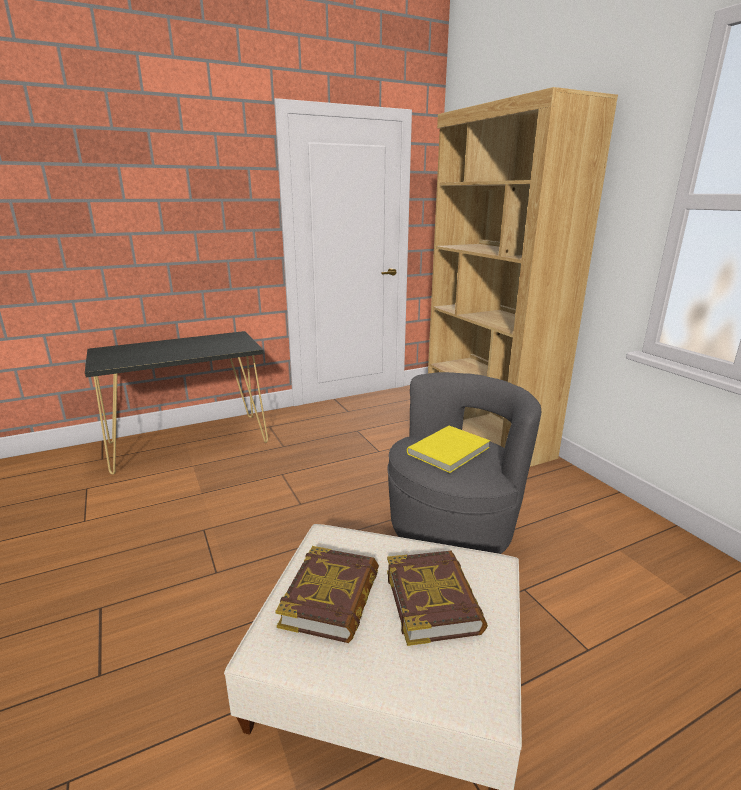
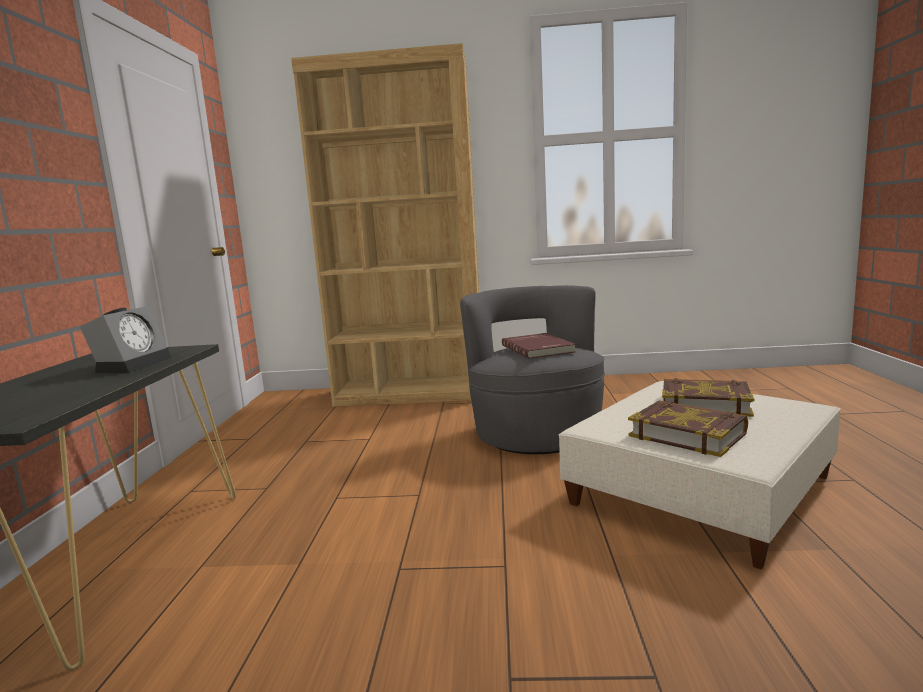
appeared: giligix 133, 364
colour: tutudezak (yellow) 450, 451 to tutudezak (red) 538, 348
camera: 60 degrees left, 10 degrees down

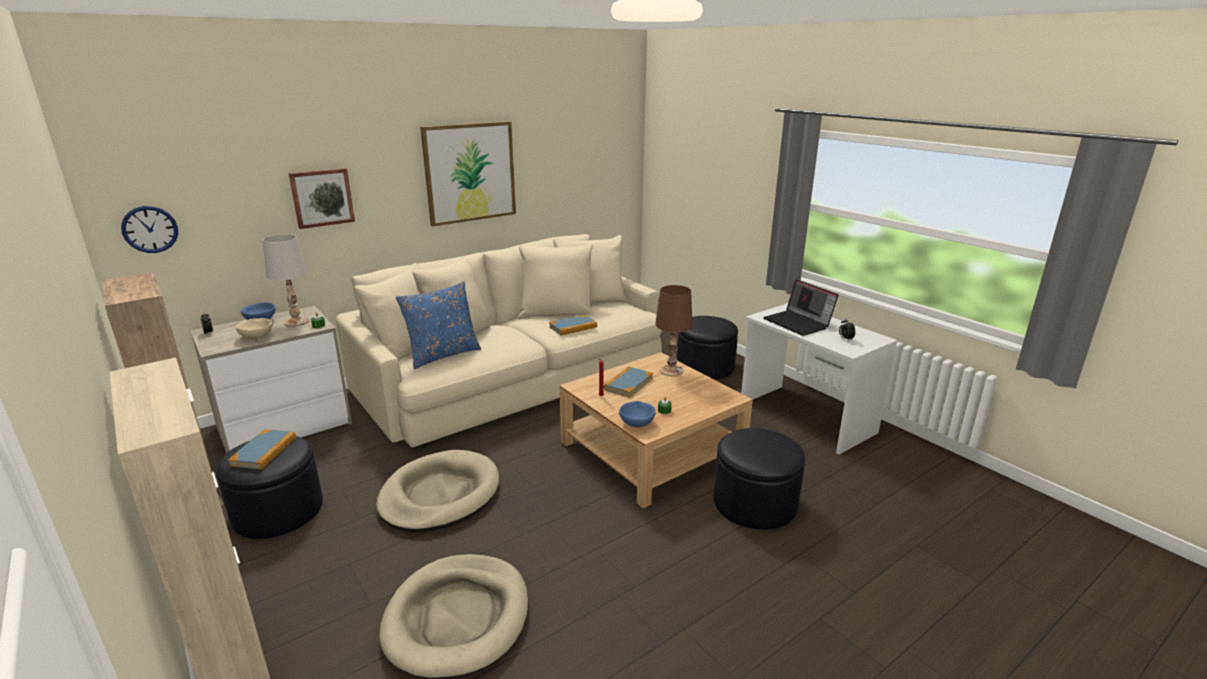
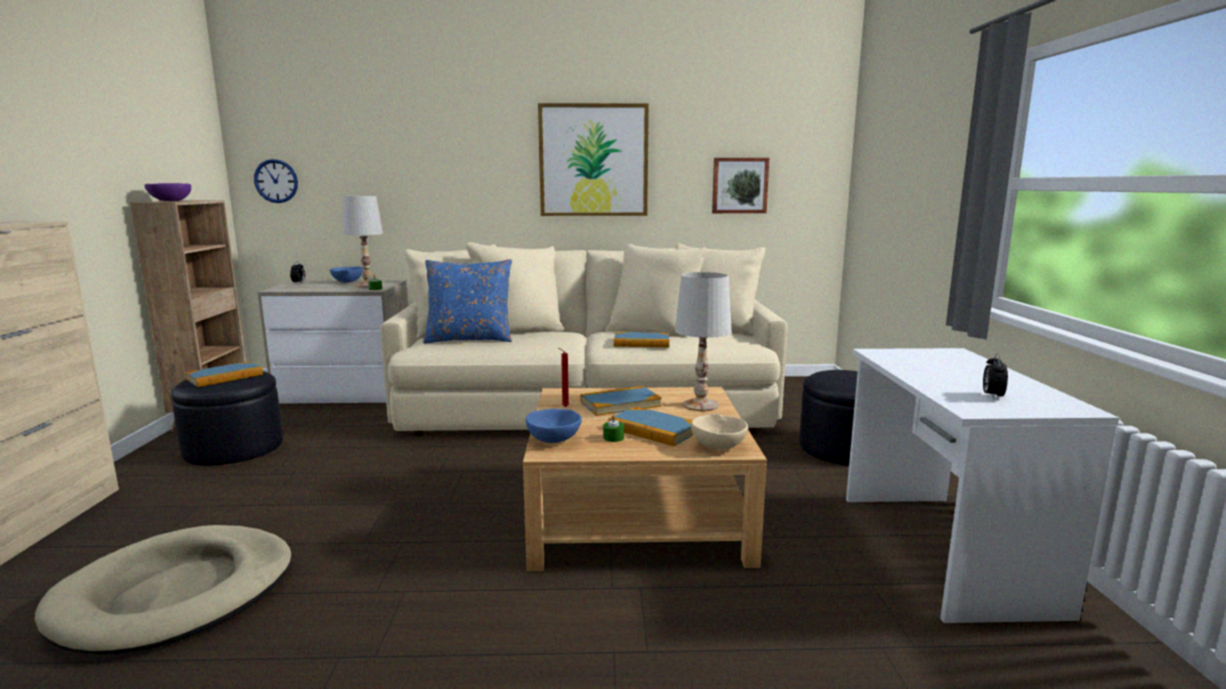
missing: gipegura 798, 323; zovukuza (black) 755, 503; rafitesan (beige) 439, 495
appeared: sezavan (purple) 170, 201; tutudezak 653, 430
relocated: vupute 322, 197 to 739, 185; sezavan (beige) 257, 337 to 718, 446
colour: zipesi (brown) 672, 370 to zipesi (white) 701, 405
camera: 35 degrees right, 10 degrees down

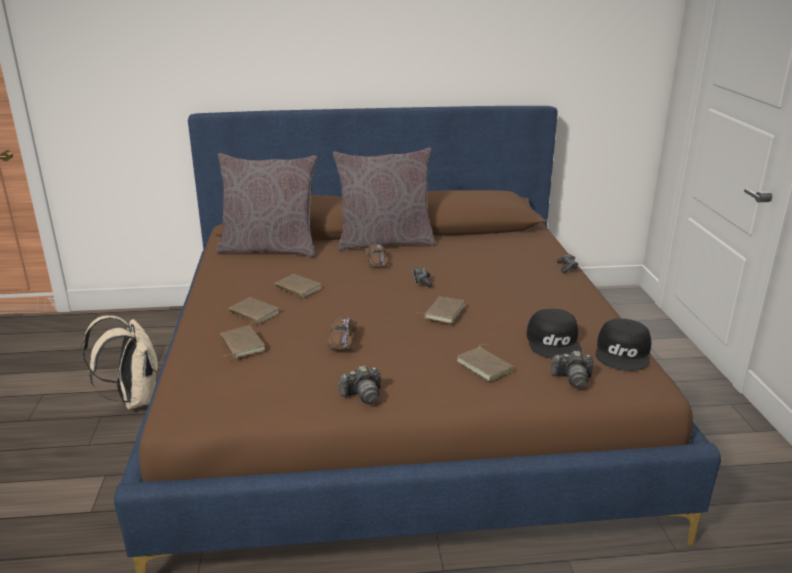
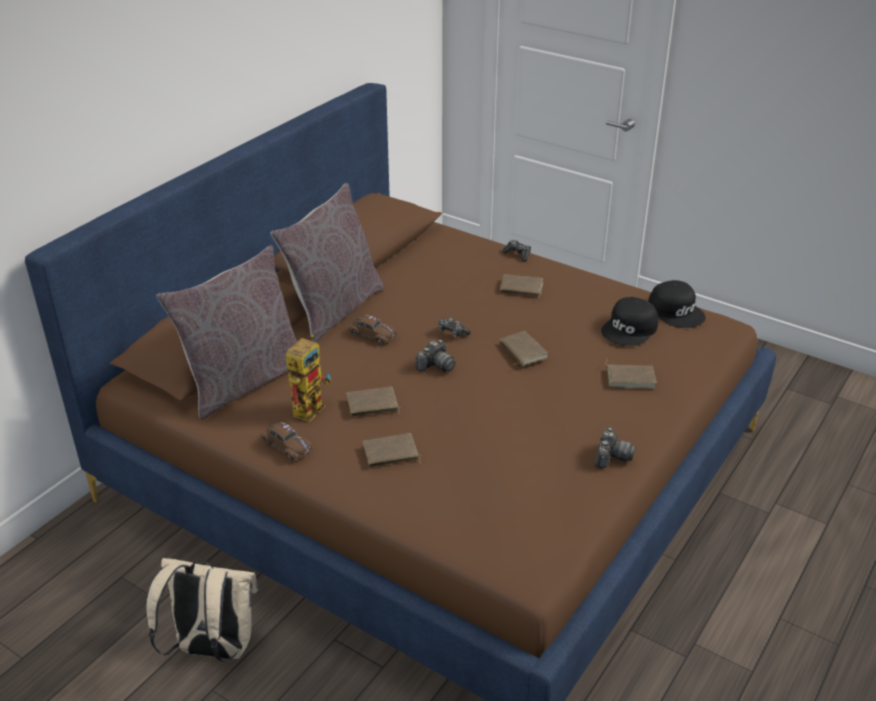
appeared: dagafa 310, 406
relocated: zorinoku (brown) 342, 339 to 287, 446; tutudezak (brown) 240, 345 to 521, 289; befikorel 572, 379 to 436, 366
spun: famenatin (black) 554, 342 = 630, 329 90 degrees clockwise
camera: 50 degrees left, 10 degrees up

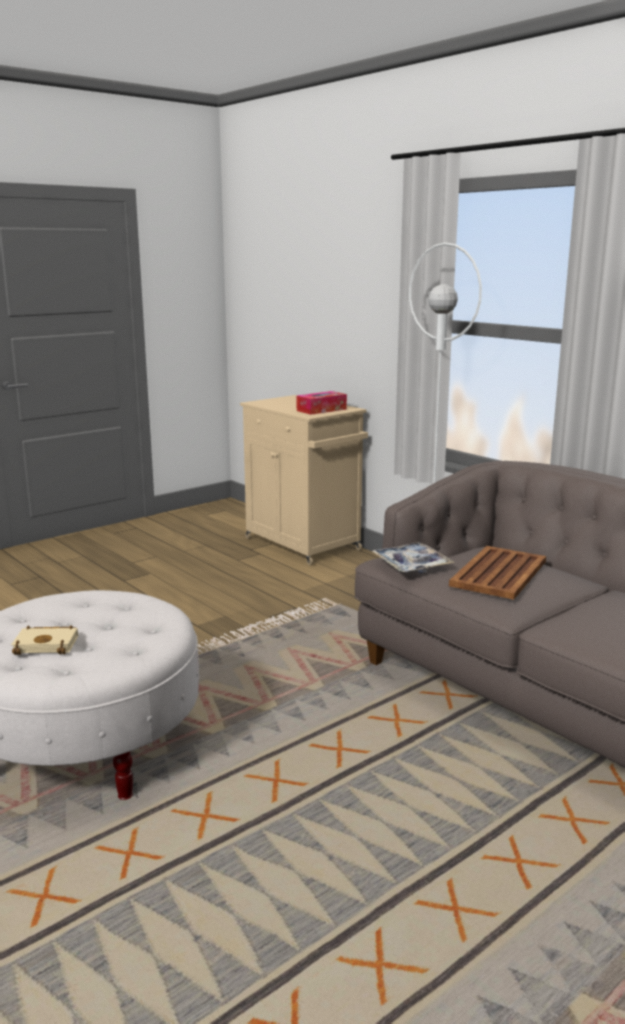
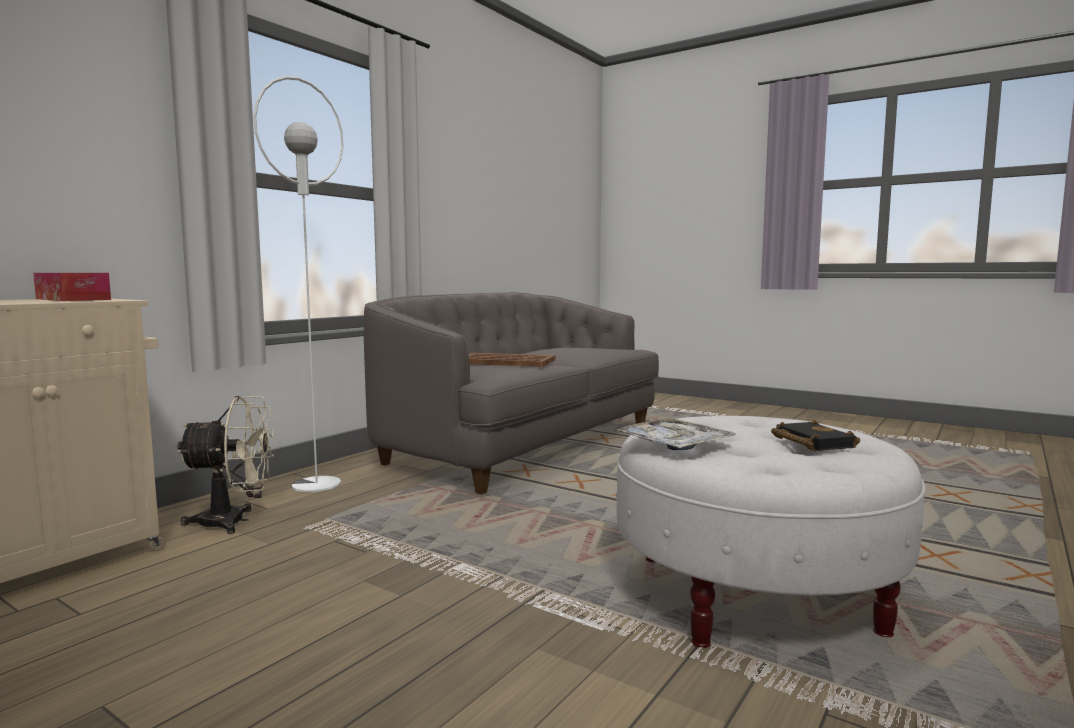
appeared: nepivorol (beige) 234, 521
relocated: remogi 411, 565 to 674, 445
colour: tutudezak (beige) 48, 644 to tutudezak (black) 810, 442
camera: 105 degrees left, 10 degrees down

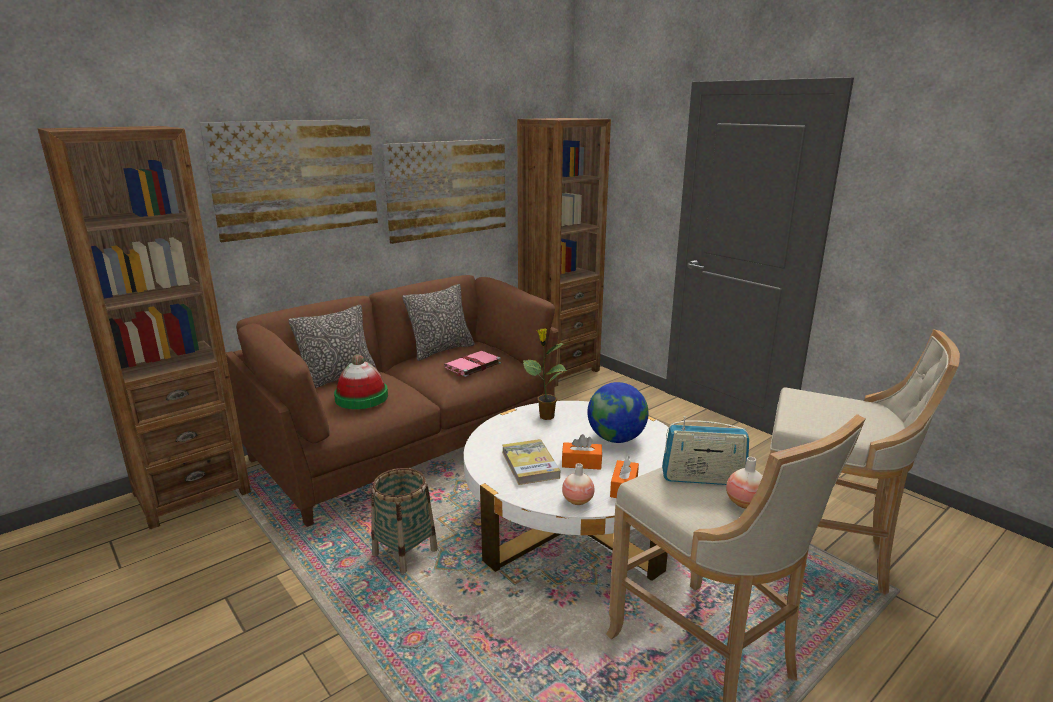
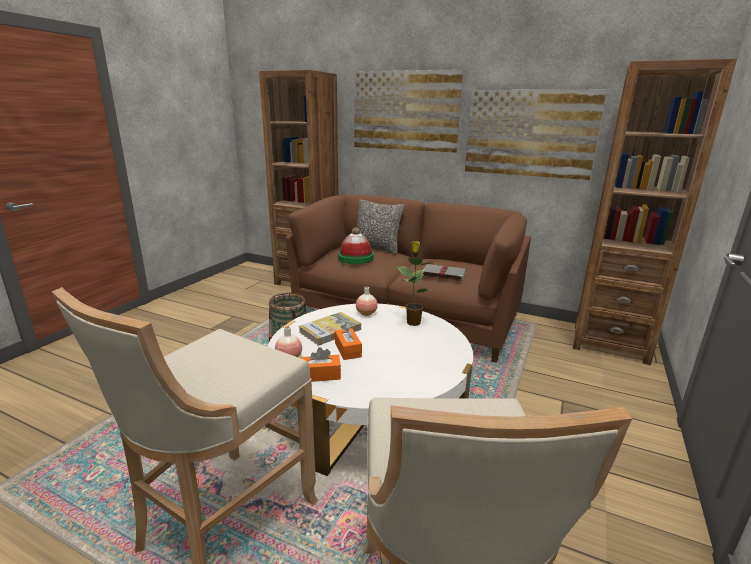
missing: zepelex 441, 350; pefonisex 616, 439; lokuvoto 703, 478
relocated: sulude 745, 503 to 366, 313
colour: tutudezak (pink) 472, 366 to tutudezak (grey) 442, 274
camera: 65 degrees right, 0 degrees up

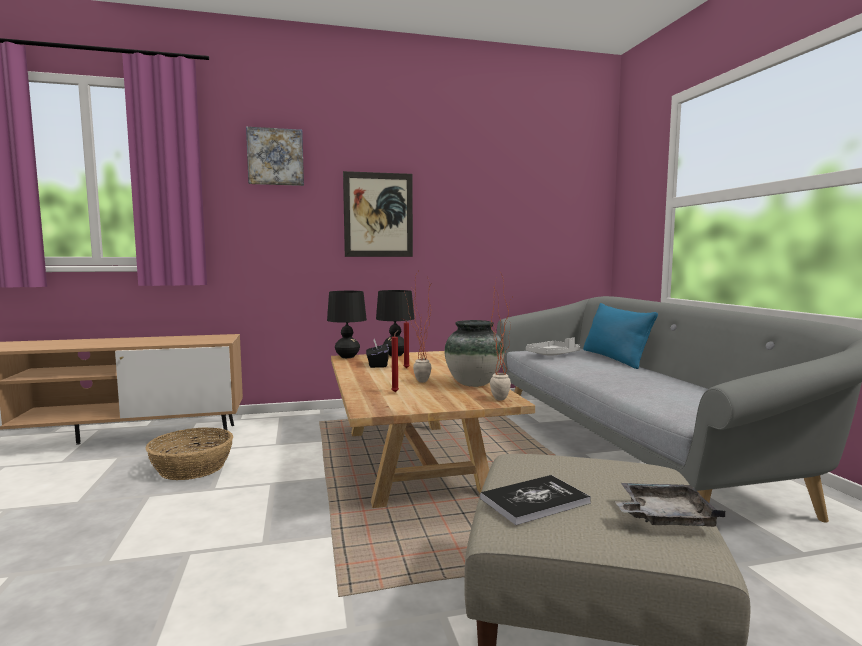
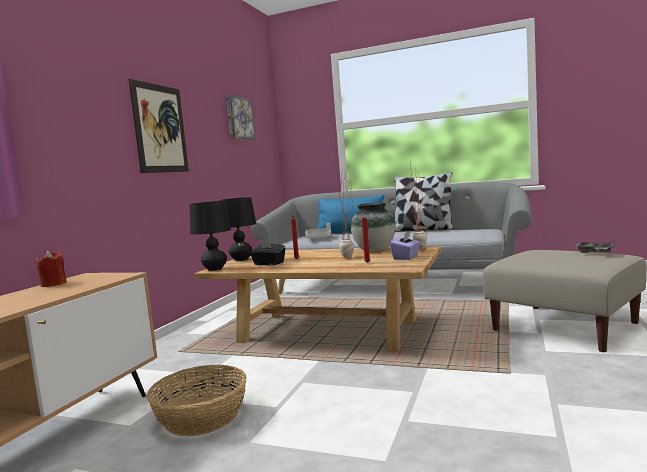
missing: tutudezak 534, 501
appeared: zepelex 423, 230; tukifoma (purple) 406, 257; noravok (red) 53, 284
relocated: vupute 275, 157 to 238, 118
camera: 55 degrees left, 0 degrees up

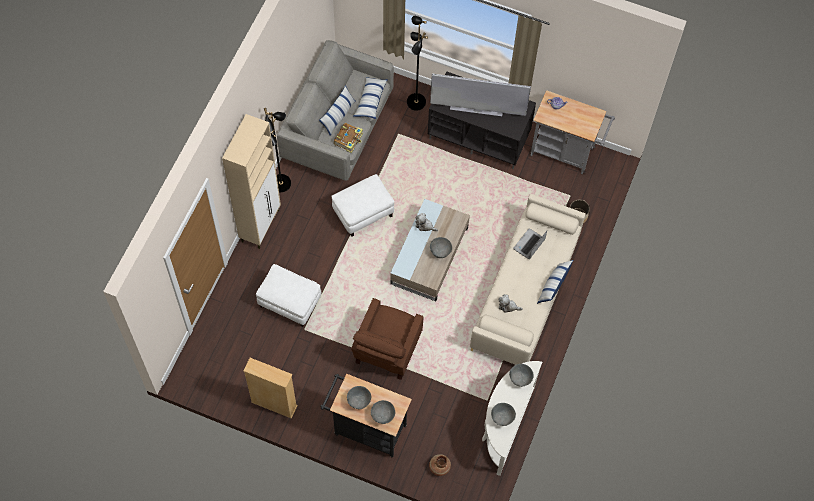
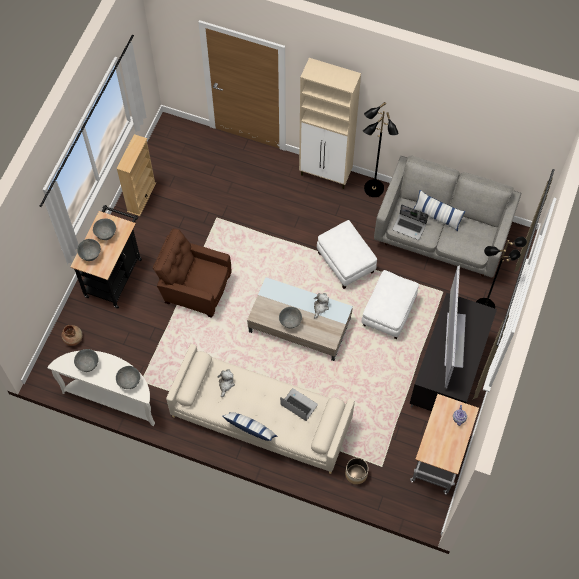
missing: zepelex 370, 101
relocated: zovukuza (white) 289, 302 to 388, 312
exchanged: tutudezak 349, 139 to gipegura 409, 227
camera: 90 degrees right, 0 degrees up

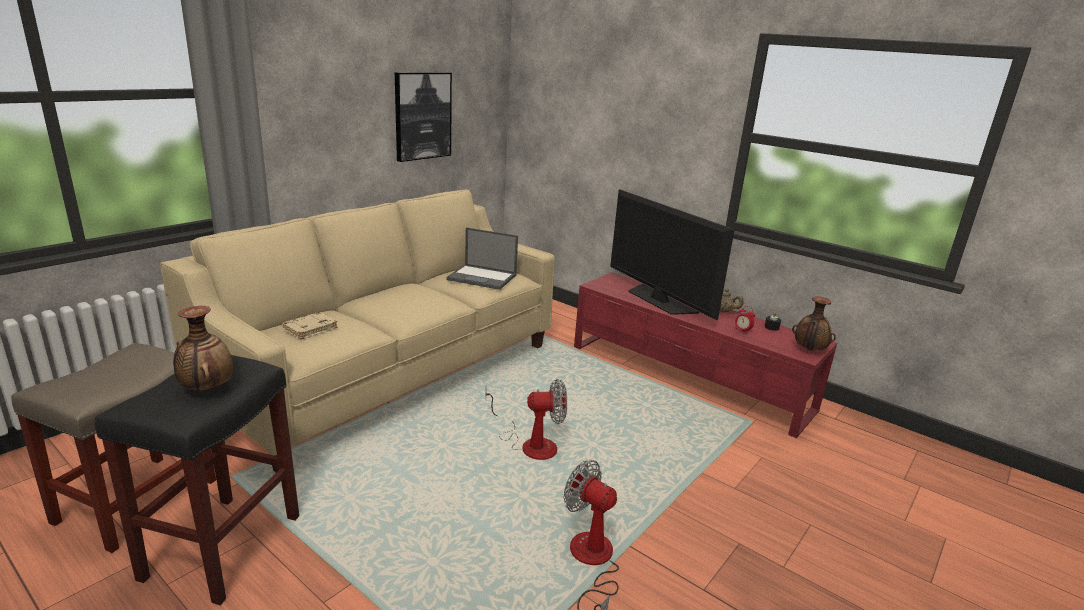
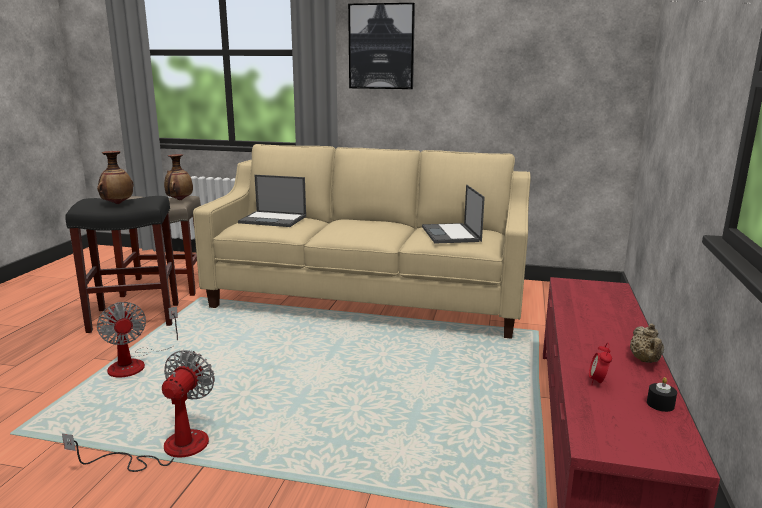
missing: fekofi 659, 300
relocated: vupute 422, 116 to 381, 47; sulude 809, 350 to 179, 200; nepivorol 530, 444 to 136, 363
exchanged: tutudezak (beige) 310, 328 to gipegura 274, 219
camera: 65 degrees right, 5 degrees down

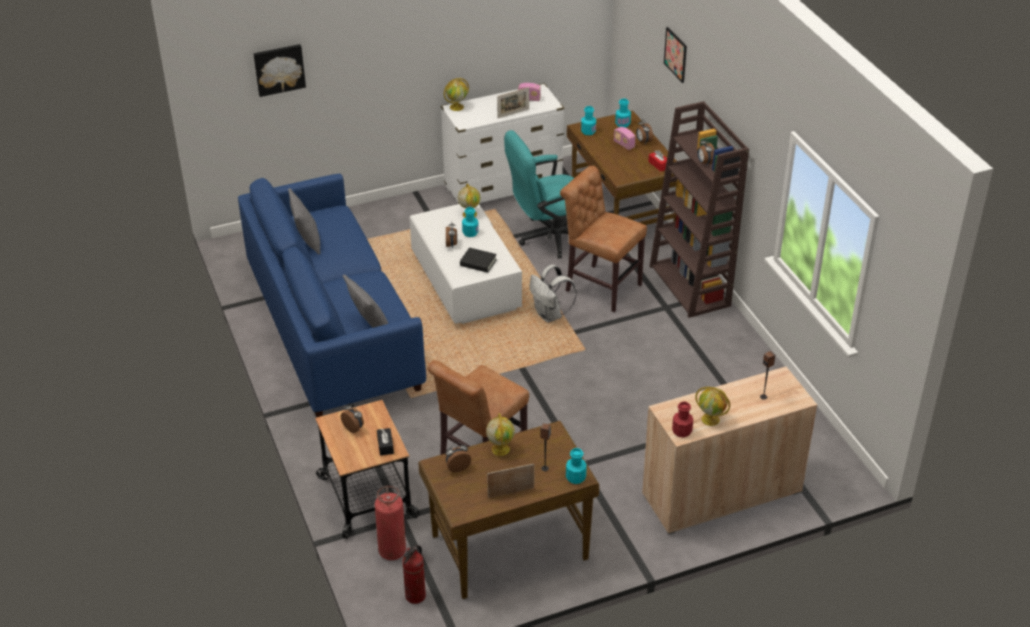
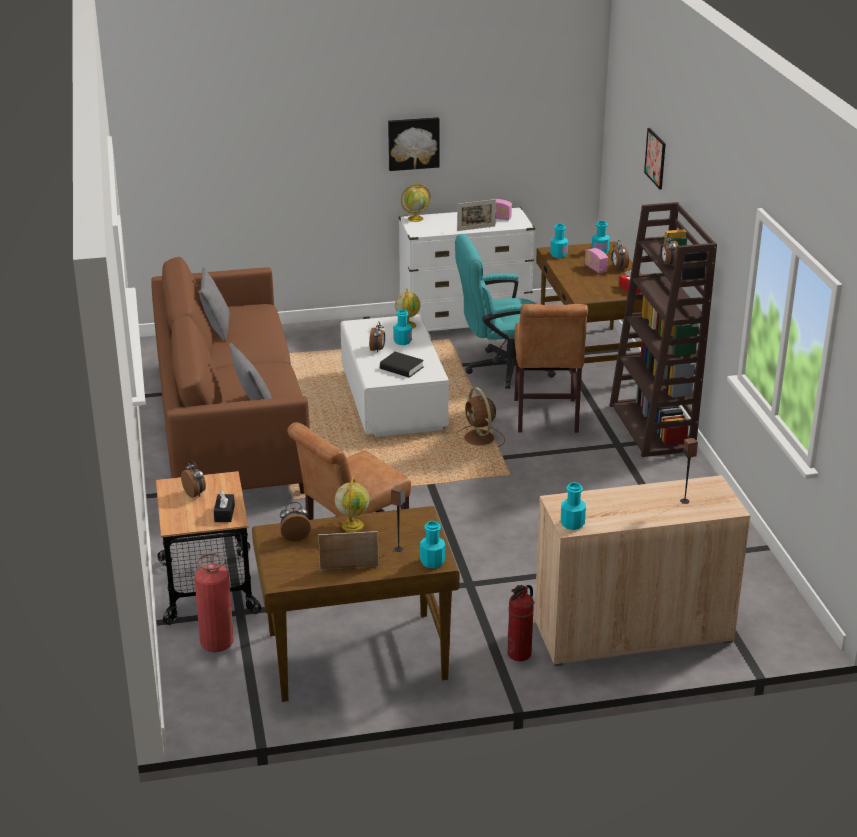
missing: pefonisex 711, 419
relocated: vupute 279, 69 to 413, 143; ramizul 415, 596 to 519, 654
exchanged: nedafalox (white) 550, 315 to nepivorol (brown) 480, 439
colour: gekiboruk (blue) 333, 327 to gekiboruk (brown) 231, 426; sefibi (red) 682, 431 to sefibi (turquoise) 572, 523
spun: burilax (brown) 600, 286 = 546, 418 135 degrees counterclockwise
camera: 10 degrees right, 10 degrees down

